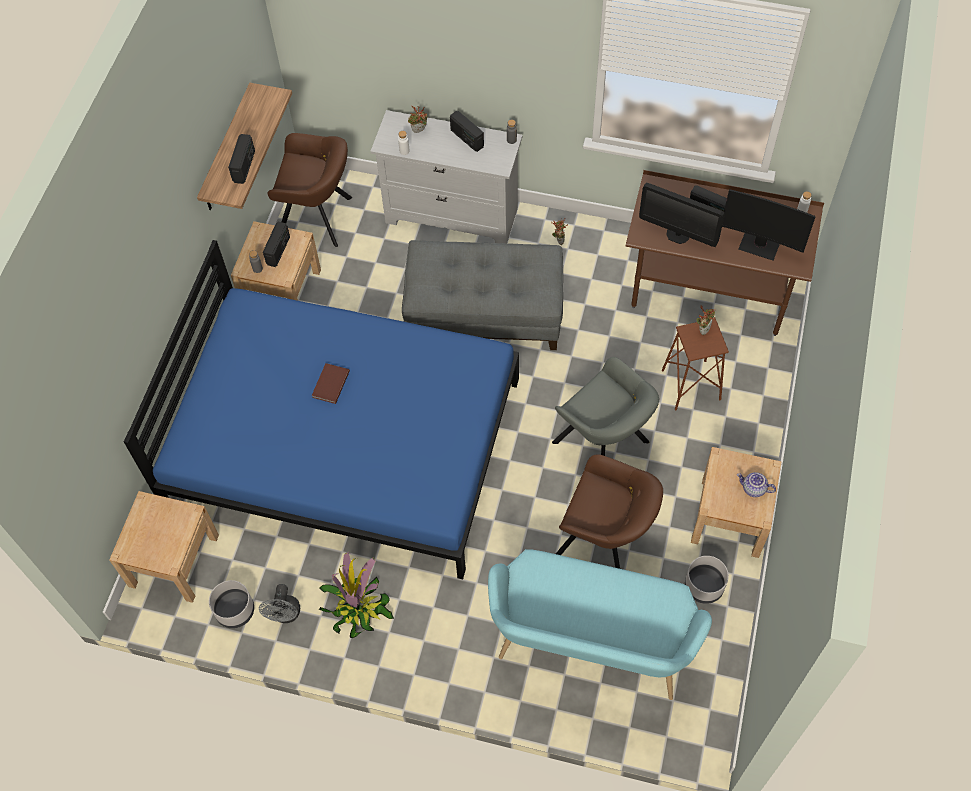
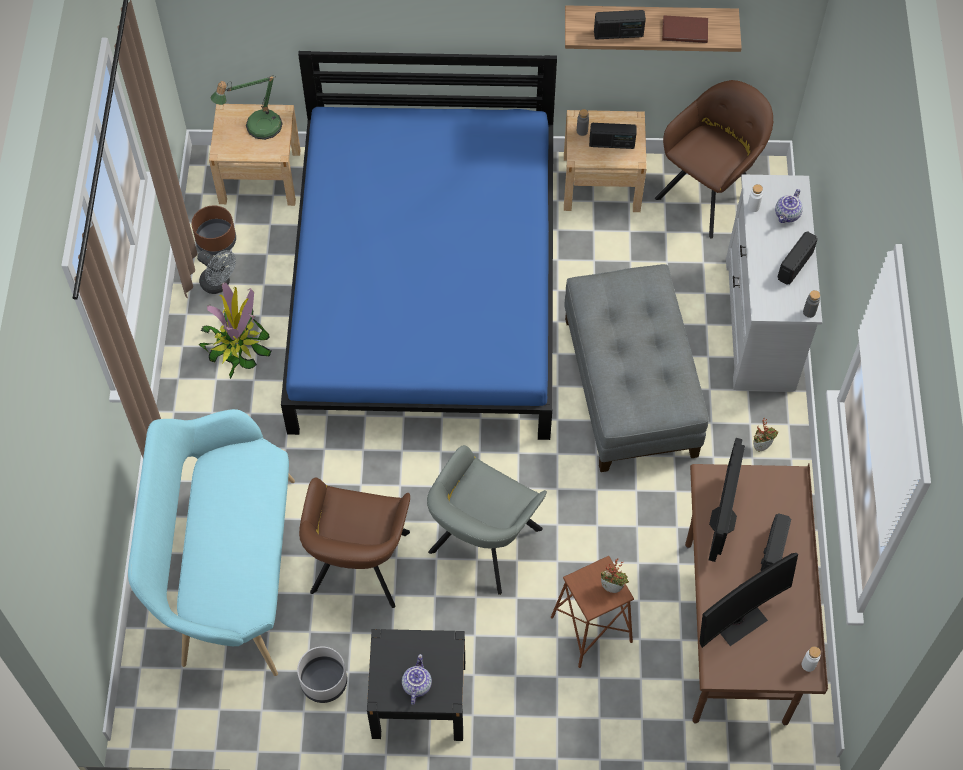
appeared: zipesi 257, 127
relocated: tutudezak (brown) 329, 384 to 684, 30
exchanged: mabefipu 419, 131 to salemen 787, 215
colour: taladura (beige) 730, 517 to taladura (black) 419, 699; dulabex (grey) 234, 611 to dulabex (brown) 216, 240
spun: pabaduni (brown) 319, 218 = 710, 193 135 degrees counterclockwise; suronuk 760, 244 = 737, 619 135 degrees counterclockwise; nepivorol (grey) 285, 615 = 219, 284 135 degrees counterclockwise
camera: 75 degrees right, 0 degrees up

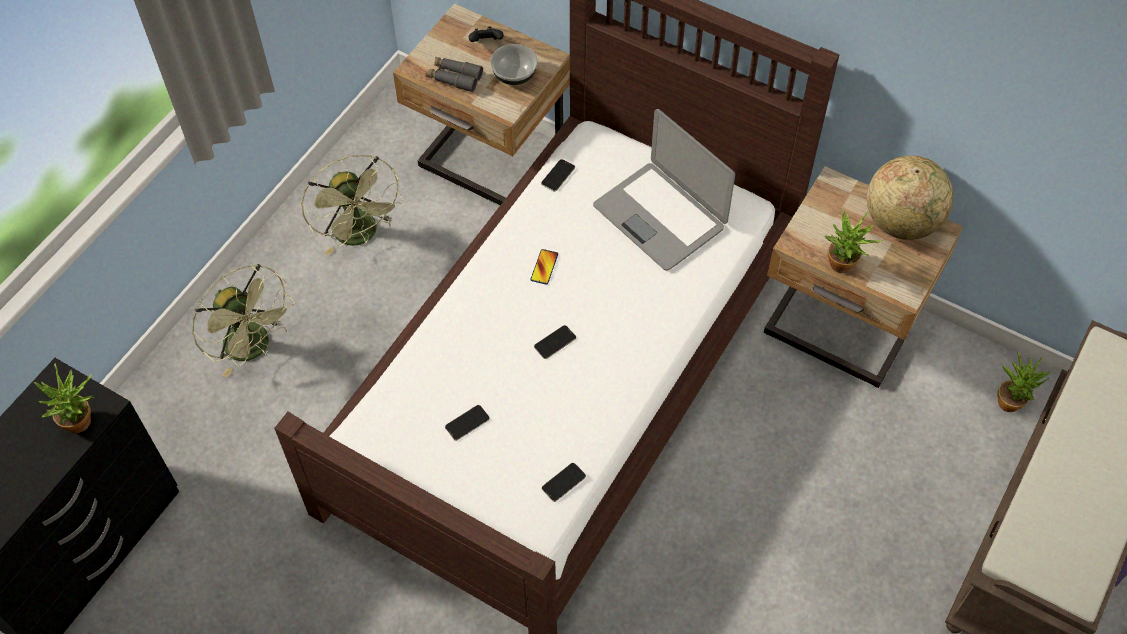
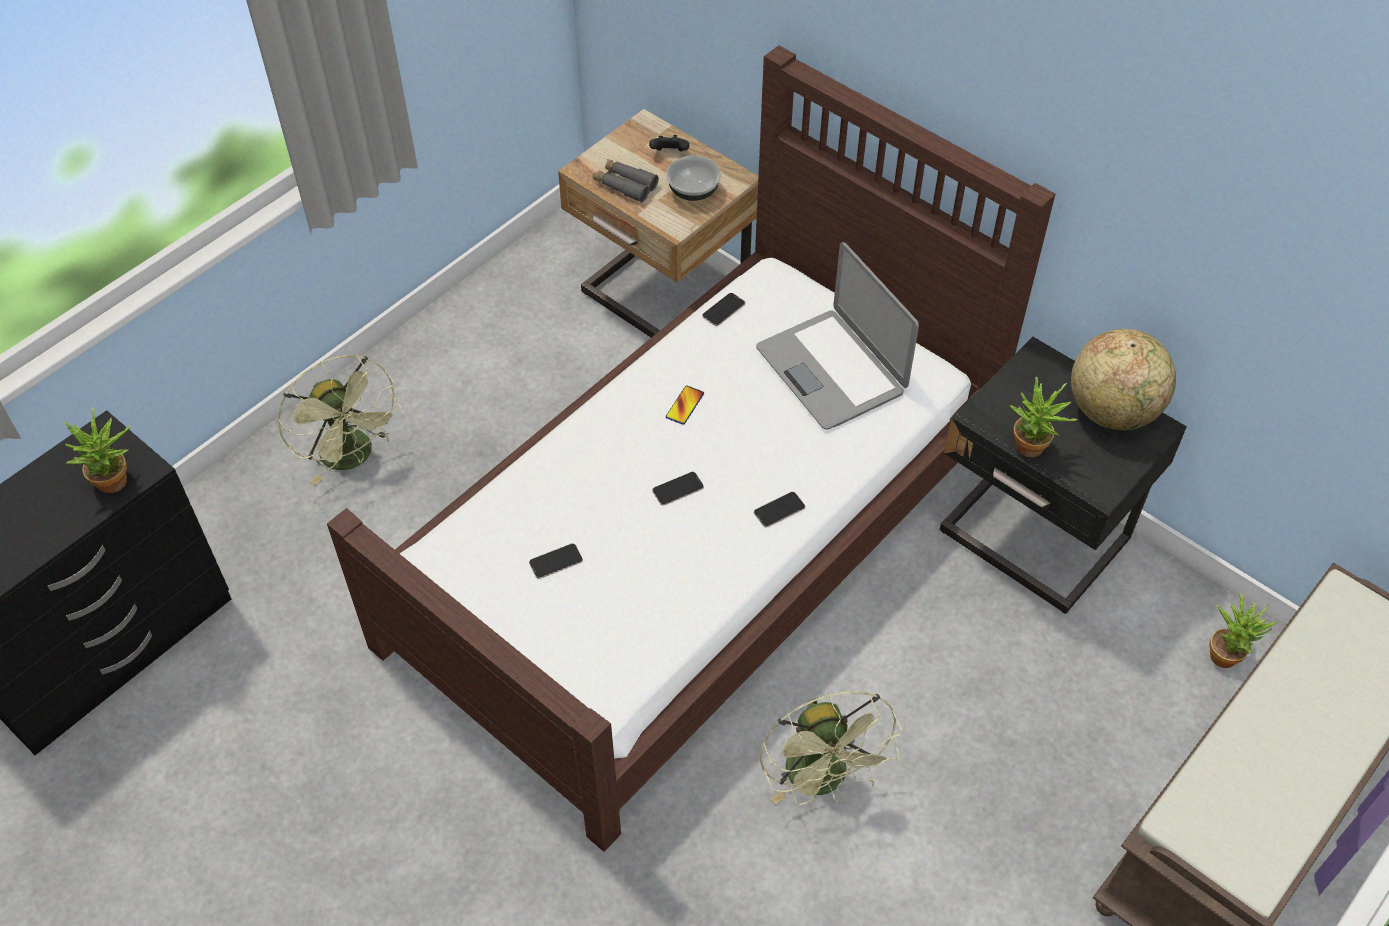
relocated: nepivorol (green) 361, 235 to 823, 780; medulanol 563, 482 to 779, 510
colour: taladura (beige) 839, 329 to taladura (black) 1032, 540
camera: 10 degrees right, 5 degrees down

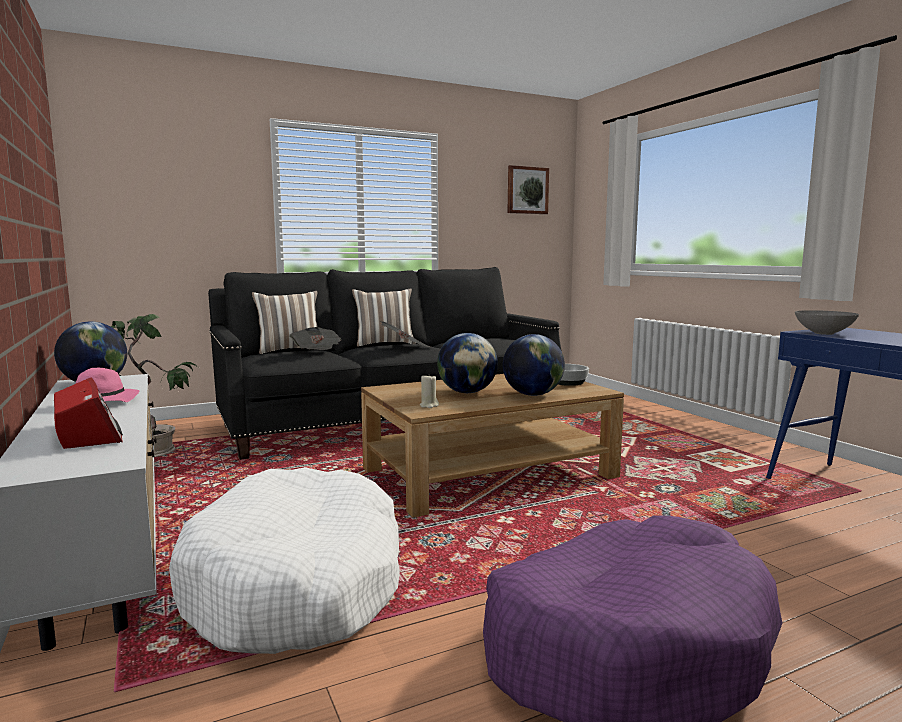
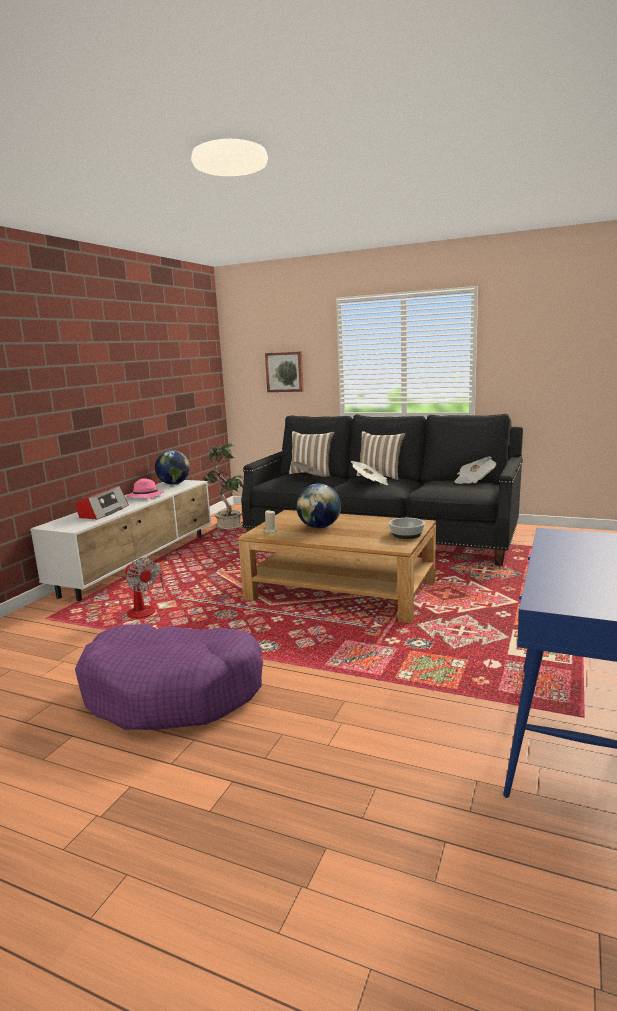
missing: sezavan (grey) 824, 333; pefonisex 532, 394
appeared: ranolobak 473, 481
relocated: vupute 527, 190 to 285, 372
exchanged: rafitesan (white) 297, 584 to nepivorol 145, 609
camera: 50 degrees right, 5 degrees up

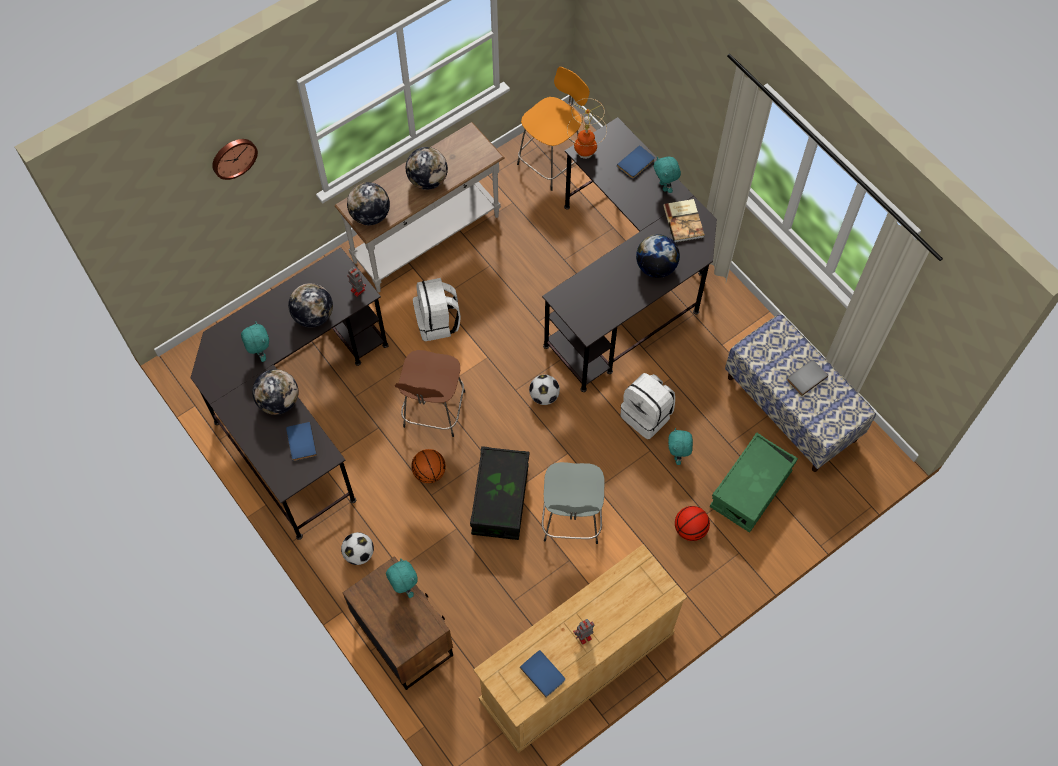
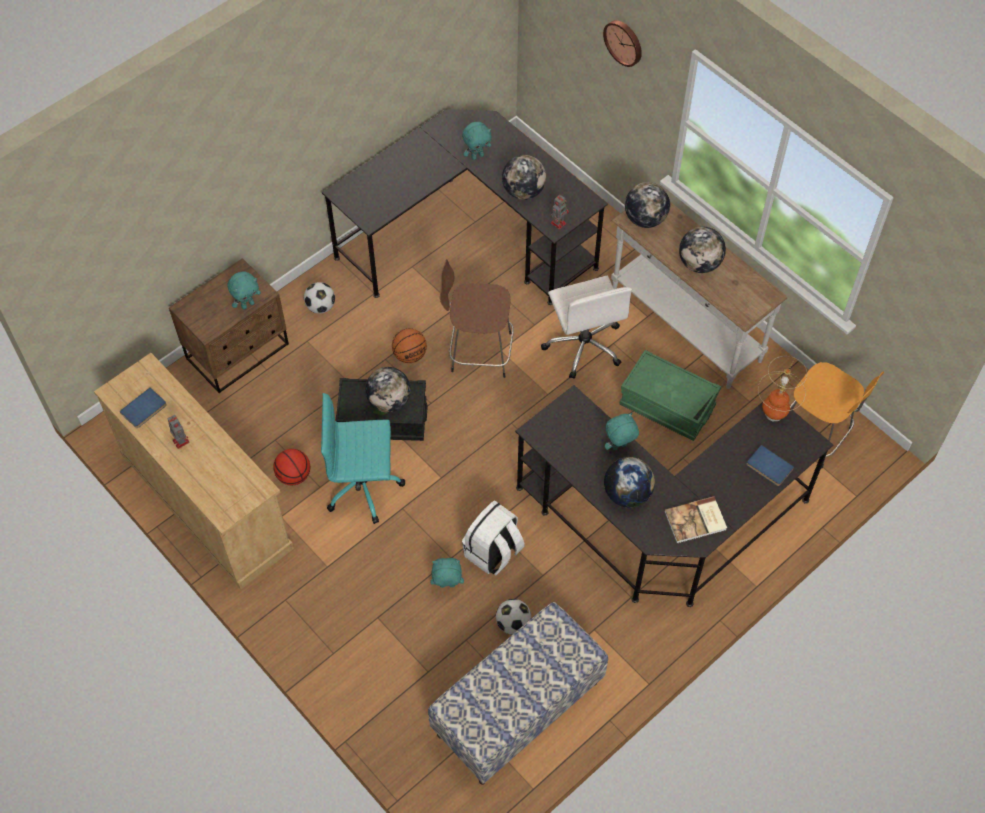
missing: tutudezak (grey) 806, 377; tutudezak (blue) 300, 442
relocated: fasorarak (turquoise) 664, 186 to 619, 447; pefonisex 279, 401 to 389, 401; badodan 544, 396 to 513, 623; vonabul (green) 750, 489 to 667, 405; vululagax 690, 529 to 294, 475
exchanged: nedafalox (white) 438, 322 to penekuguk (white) 584, 345; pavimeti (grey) 571, 520 to penekuguk (turquoise) 364, 486
camera: 85 degrees right, 5 degrees down

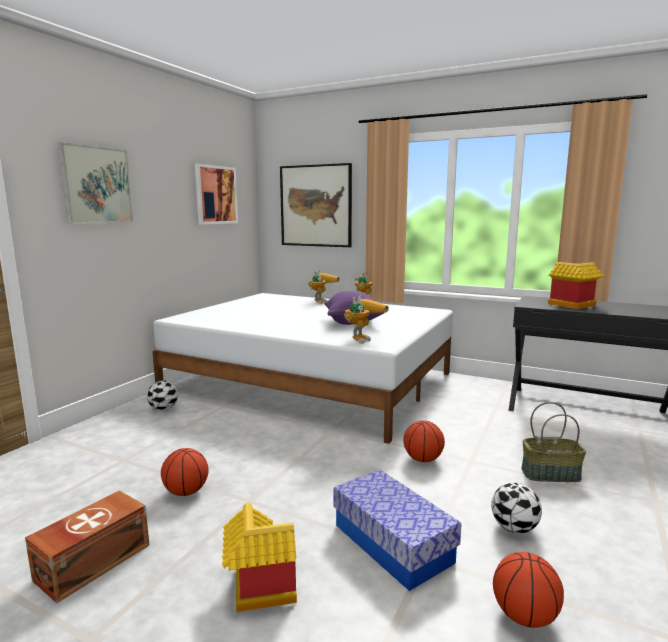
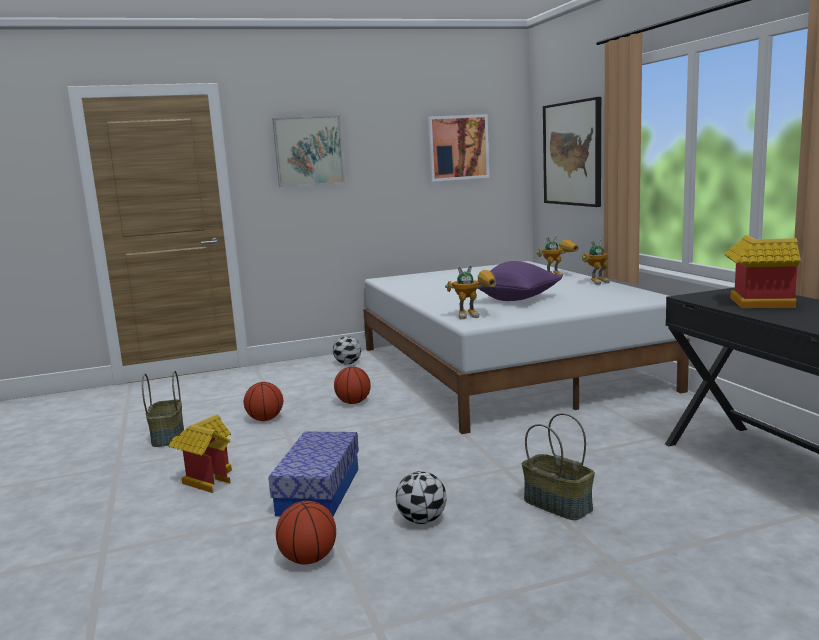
relocated: vululagax 423, 459 to 353, 402
exchanged: vonabul (brown) 91, 562 to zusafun 167, 437
camera: 45 degrees right, 0 degrees up

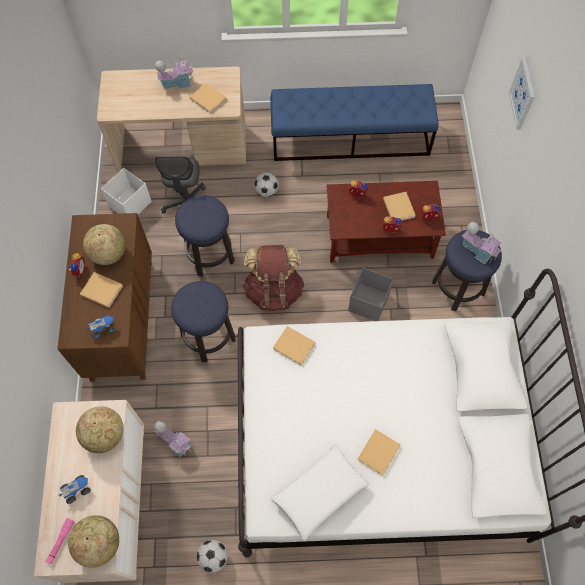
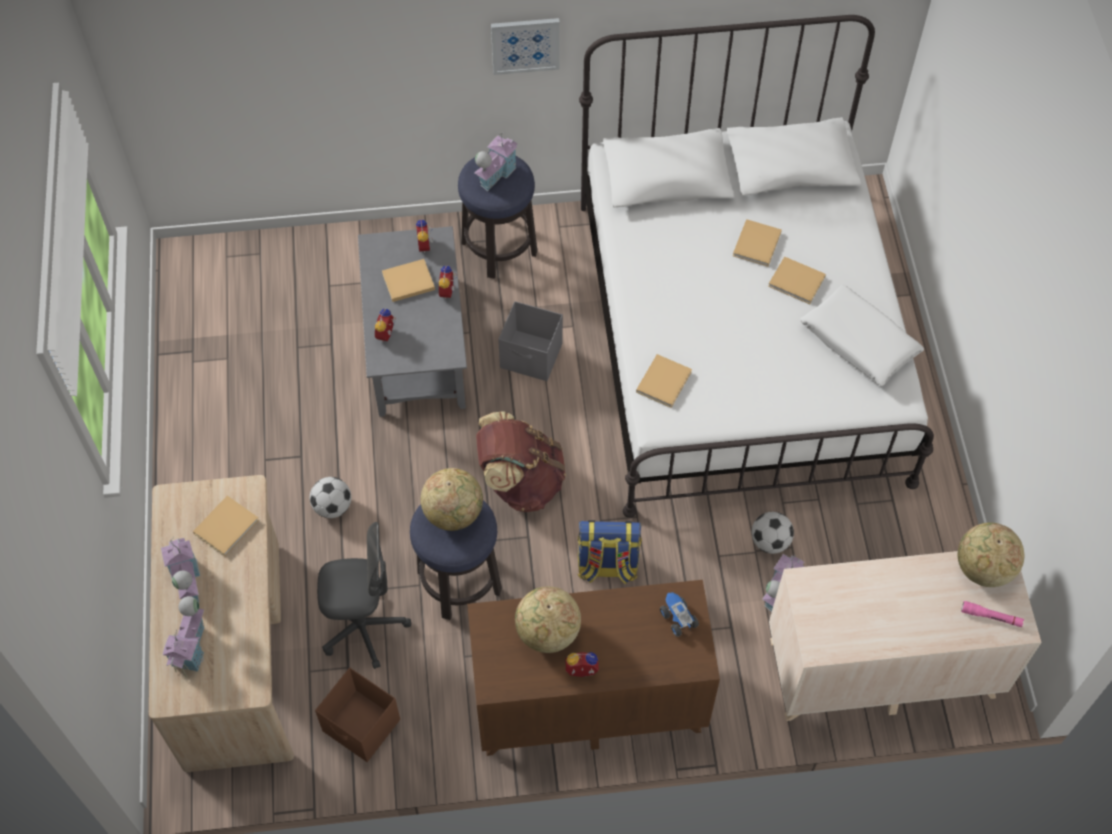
missing: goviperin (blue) 351, 139; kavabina 77, 489
appeared: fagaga 192, 648
relocated: vupute 523, 94 to 525, 45; tutudezak (beige) 101, 290 to 756, 245; pefonisex 105, 435 to 453, 513; badodan 213, 557 to 770, 541
exchanged: pavimeti 208, 337 to nedafalox 607, 567
colour: vonabul (white) 129, 204 to vonabul (brown) 362, 726; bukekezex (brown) 378, 237 to bukekezex (grey) 417, 346
camera: 95 degrees left, 5 degrees down

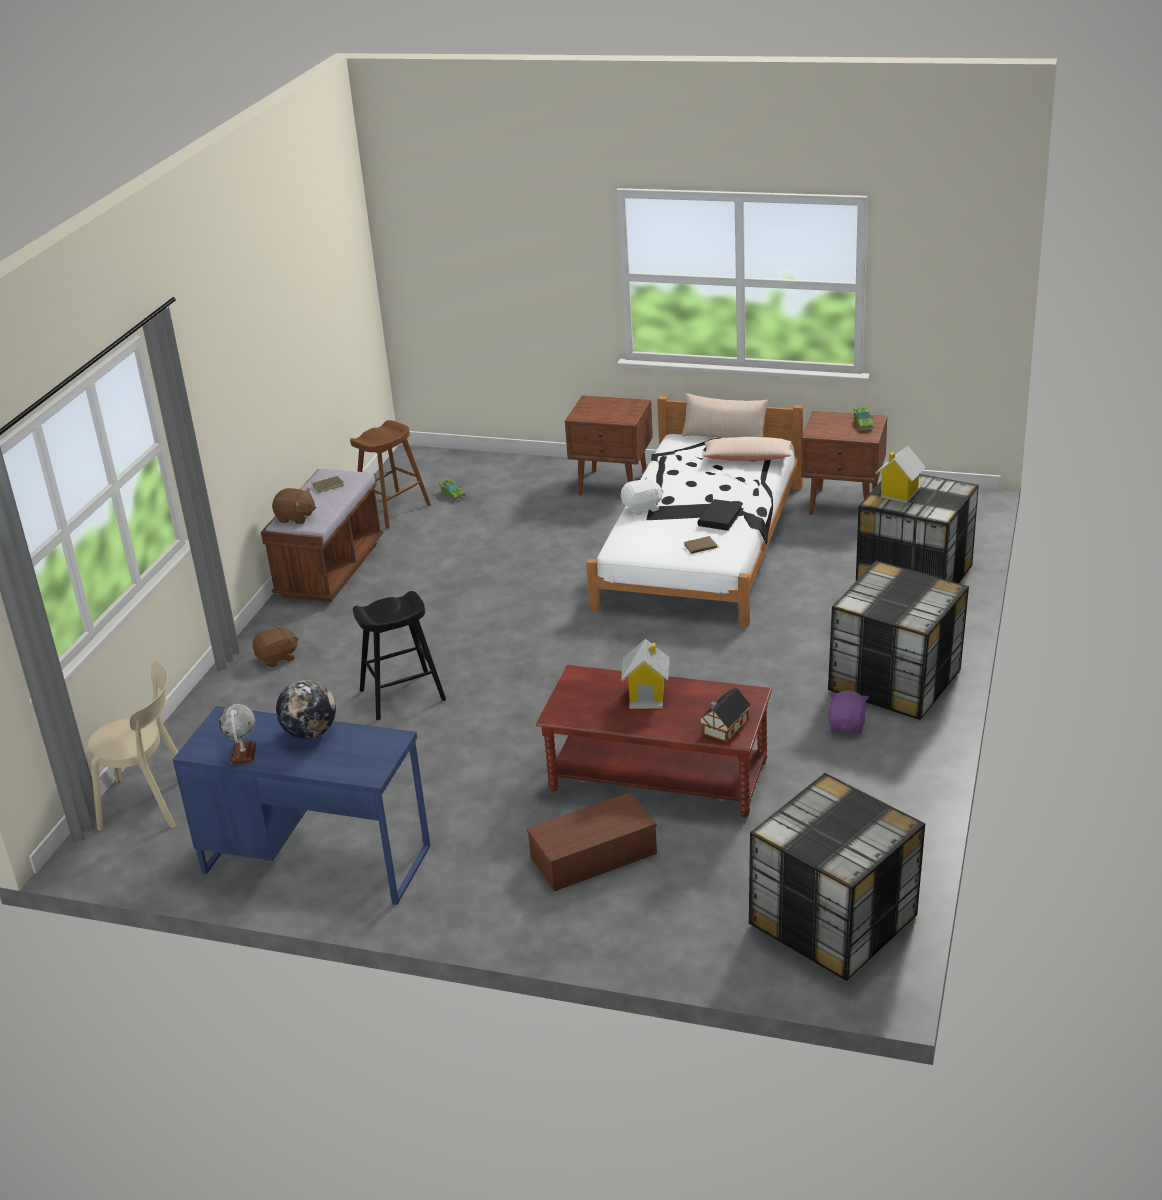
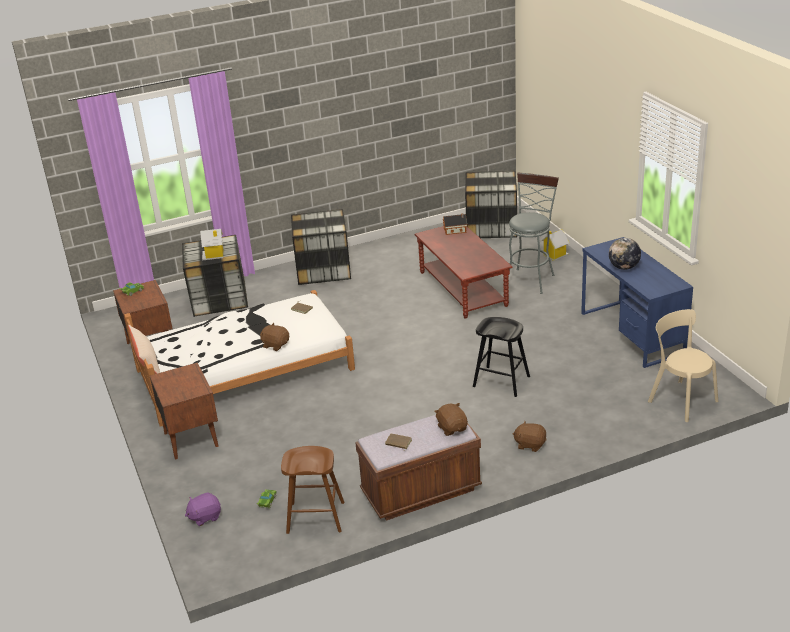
missing: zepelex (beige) 747, 458; tutudezak (black) 720, 517; pefonisex 243, 754
relocated: fagaga 647, 695 to 554, 255; fasorarak (purple) 847, 725 to 205, 517
exchanged: vonabul (brown) 592, 857 to pavimeti (grey) 530, 279
colour: fasorarak (white) 642, 508 to fasorarak (brown) 275, 345
camera: 130 degrees left, 0 degrees up

